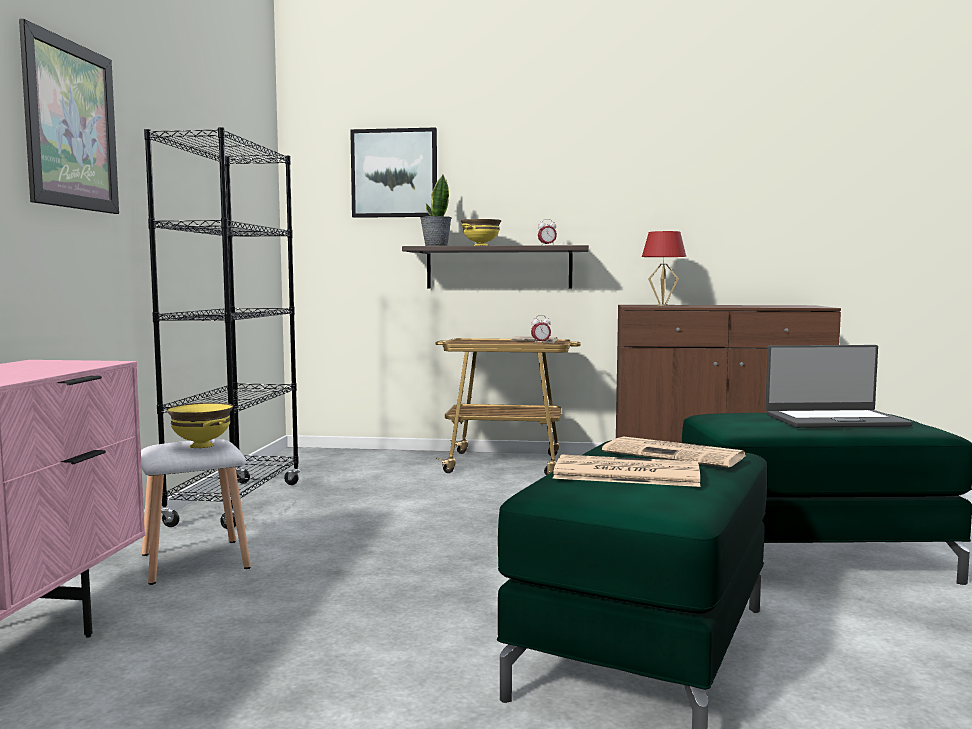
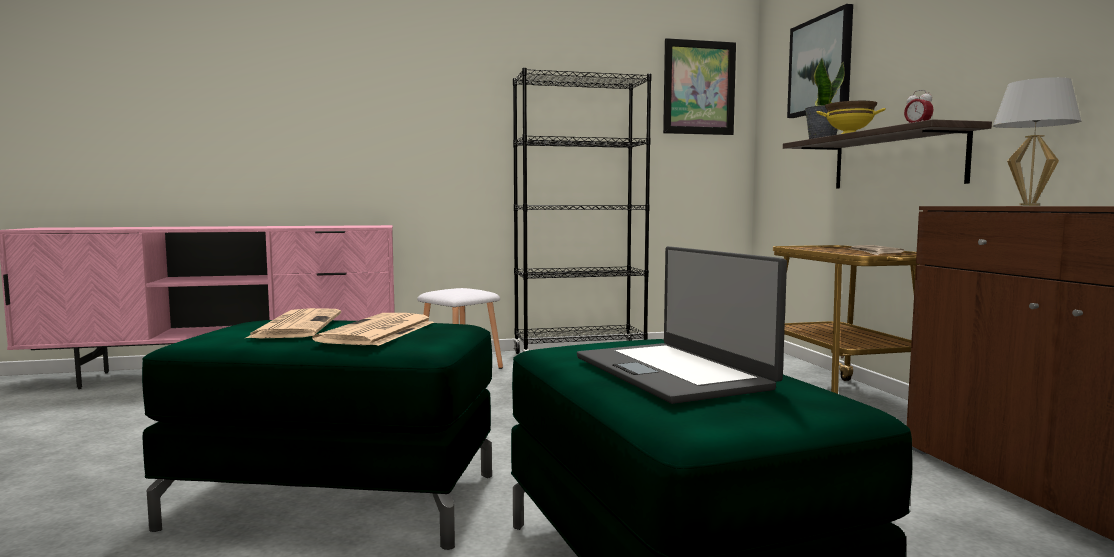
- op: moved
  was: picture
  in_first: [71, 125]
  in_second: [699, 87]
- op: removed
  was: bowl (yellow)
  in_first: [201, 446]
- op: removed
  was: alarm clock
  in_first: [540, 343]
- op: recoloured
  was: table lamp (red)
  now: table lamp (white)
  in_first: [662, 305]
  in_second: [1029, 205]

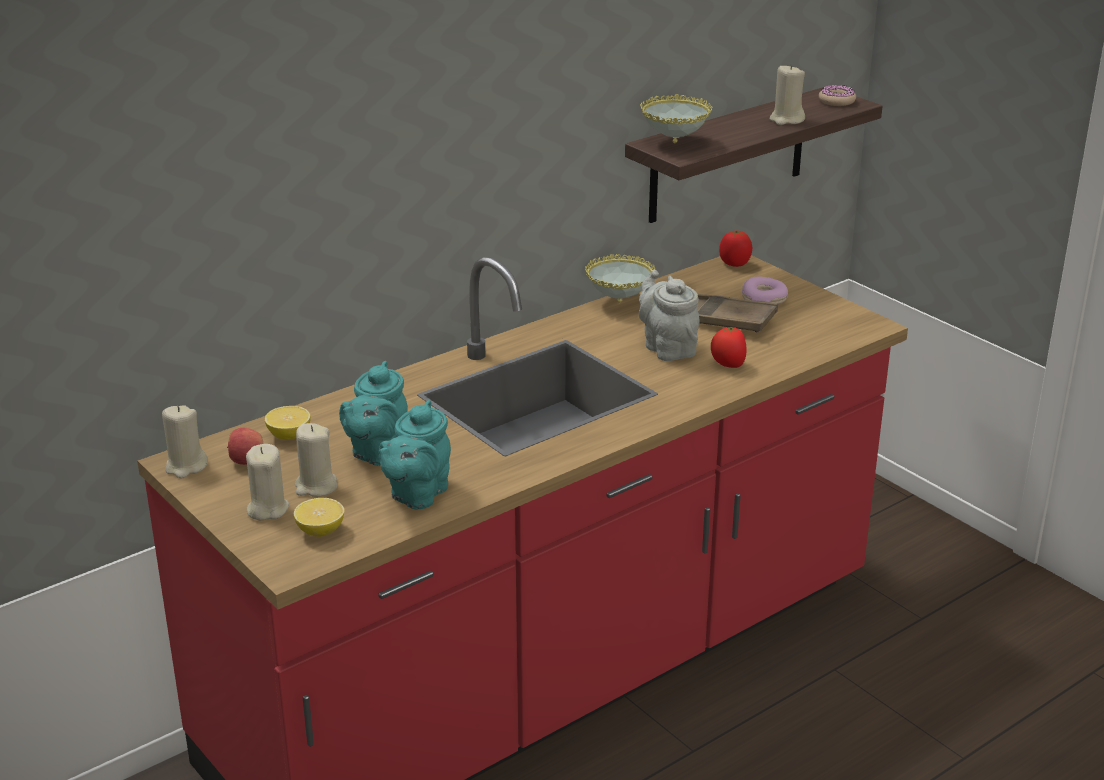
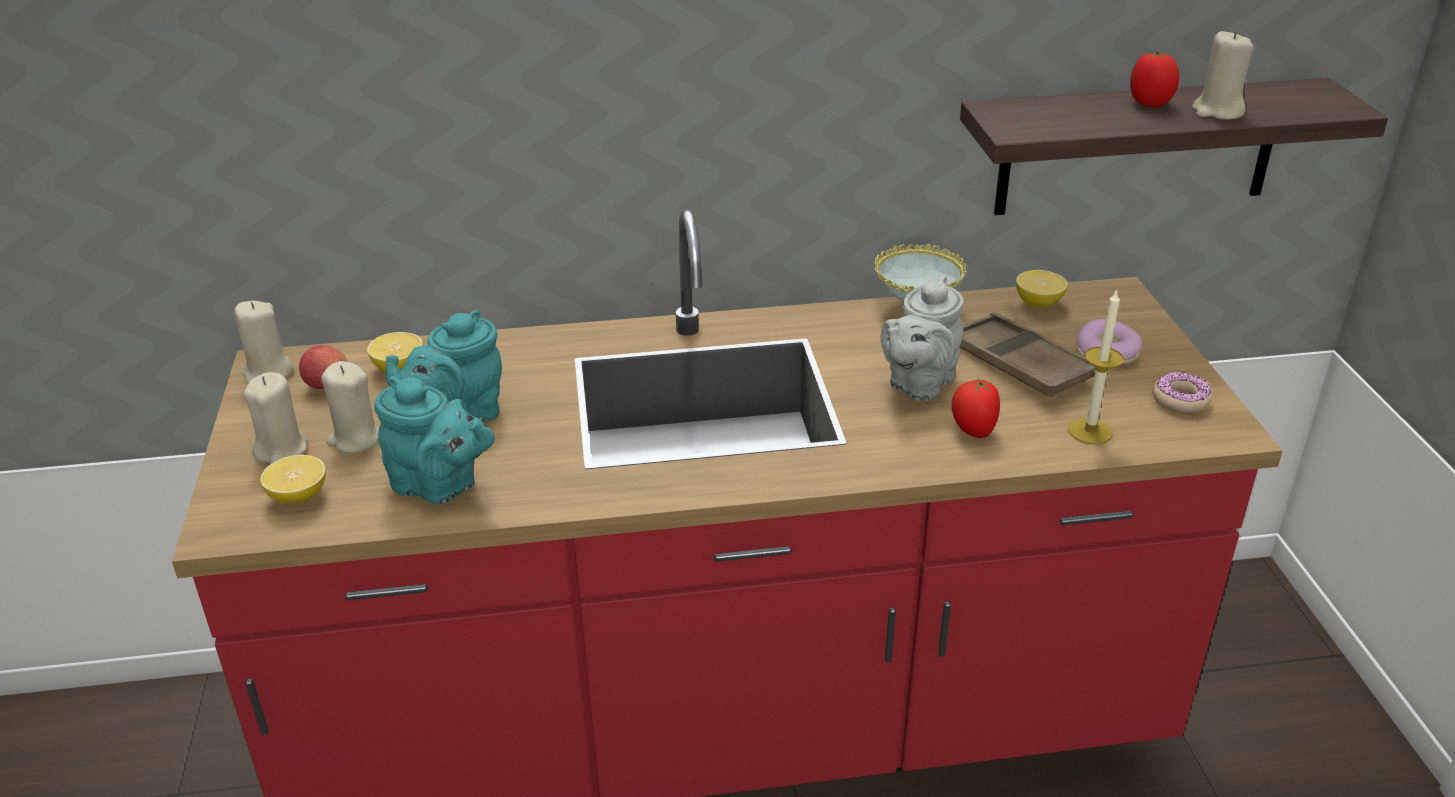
- op: turned
  was: teapot (turquoise)
  in_first: [416, 495]
  in_second: [440, 486]
  clockwise: -120
- op: turned
  was: teapot (grey)
  in_first: [667, 348]
  in_second: [918, 384]
  clockwise: -150
- op: removed
  was: bowl
  in_first: [674, 143]
- op: moved
  was: tomato
  in_first: [734, 264]
  in_second: [1149, 103]
- op: moved
  was: donut
  in_first: [836, 101]
  in_second: [1180, 400]
- op: added
  now: lemon
  in_second: [1038, 303]
- op: added
  now: candle
  in_second: [1090, 431]

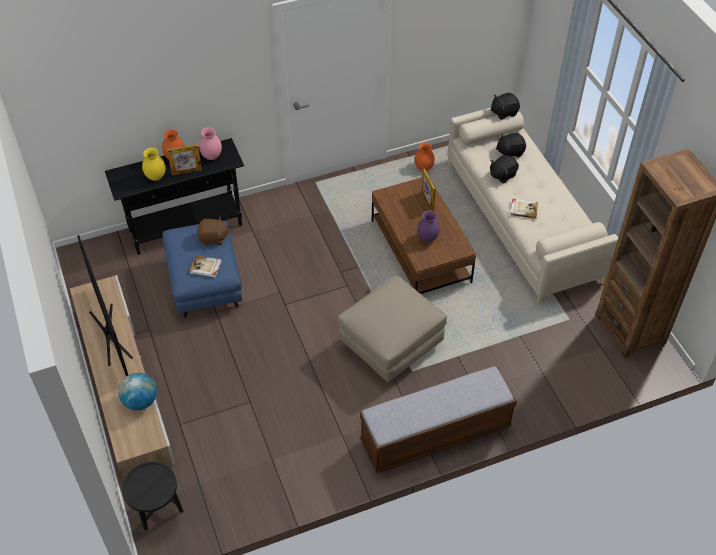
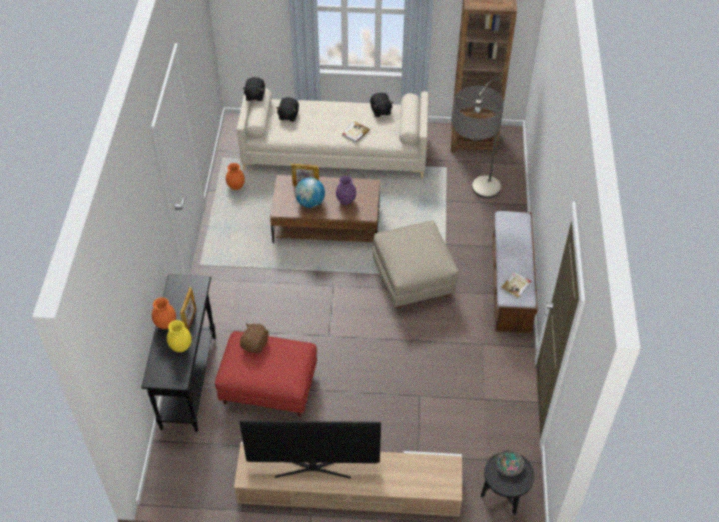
- op: moved
  was: globe
  in_first: [140, 401]
  in_second: [310, 203]
- op: recoloured
  was: ottoman (blue)
  now: ottoman (red)
  in_first: [205, 283]
  in_second: [268, 387]
- op: moved
  was: book
  in_first: [206, 267]
  in_second: [516, 286]
- op: removed
  was: vase (pink)
  in_first: [212, 157]
- op: moved
  was: plush toy (black)
  in_first: [502, 175]
  in_second: [380, 111]
- op: added
  now: floor lamp
  in_second: [471, 210]
- op: added
  now: bowl
  in_second: [509, 464]

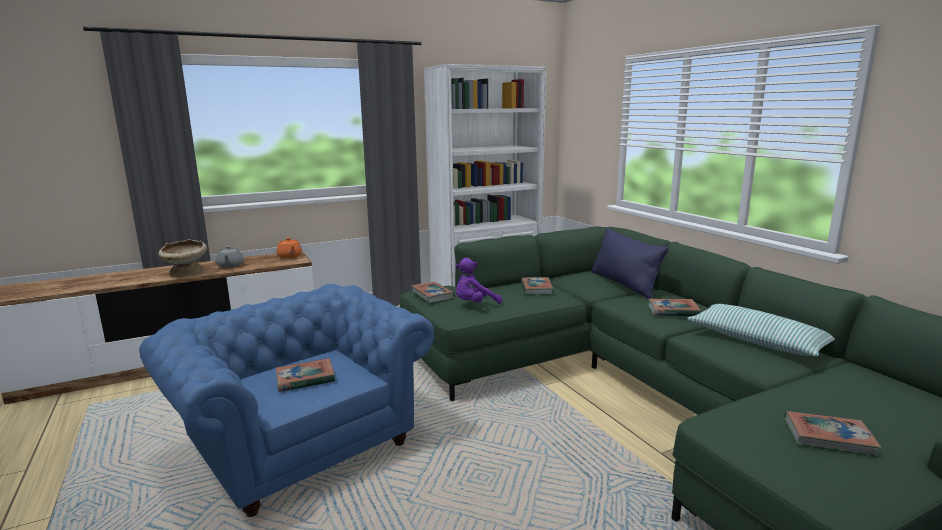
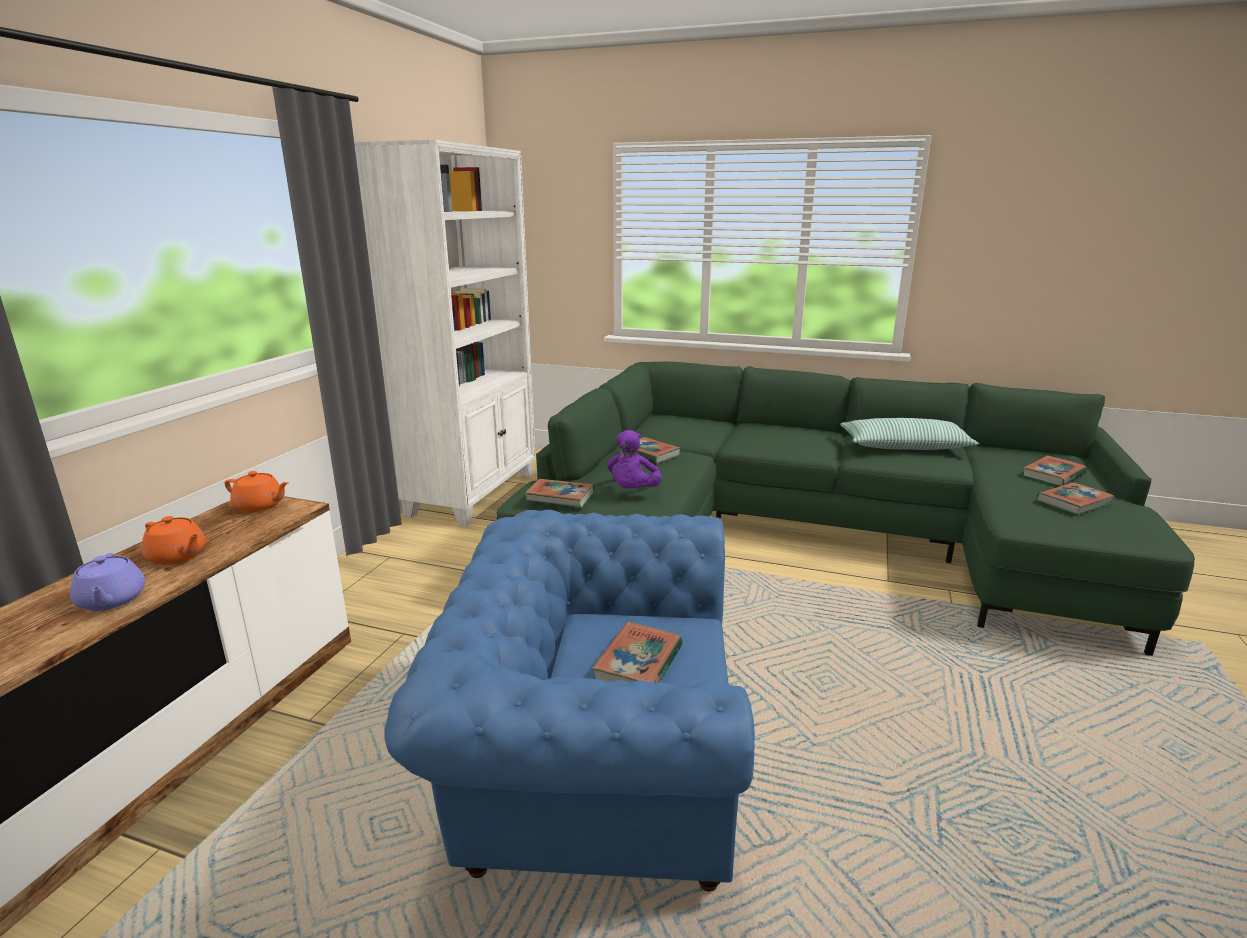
- op: replaced
  was: bowl (beige)
  now: teapot (purple)
  in_first: [187, 273]
  in_second: [111, 601]
- op: recoloured
  was: teapot (grey)
  now: teapot (orange)
  in_first: [230, 266]
  in_second: [178, 557]
- op: removed
  was: pillow (blue)
  in_first: [623, 284]
- op: moved
  was: book
  in_first: [673, 311]
  in_second: [1053, 475]

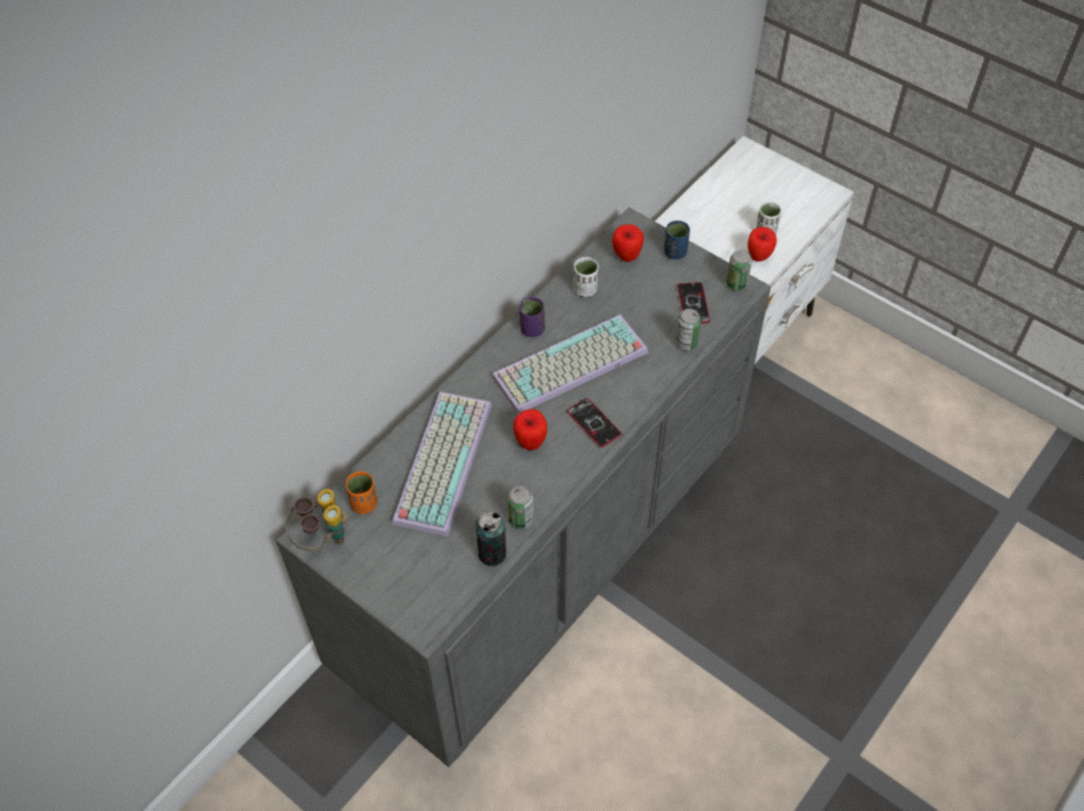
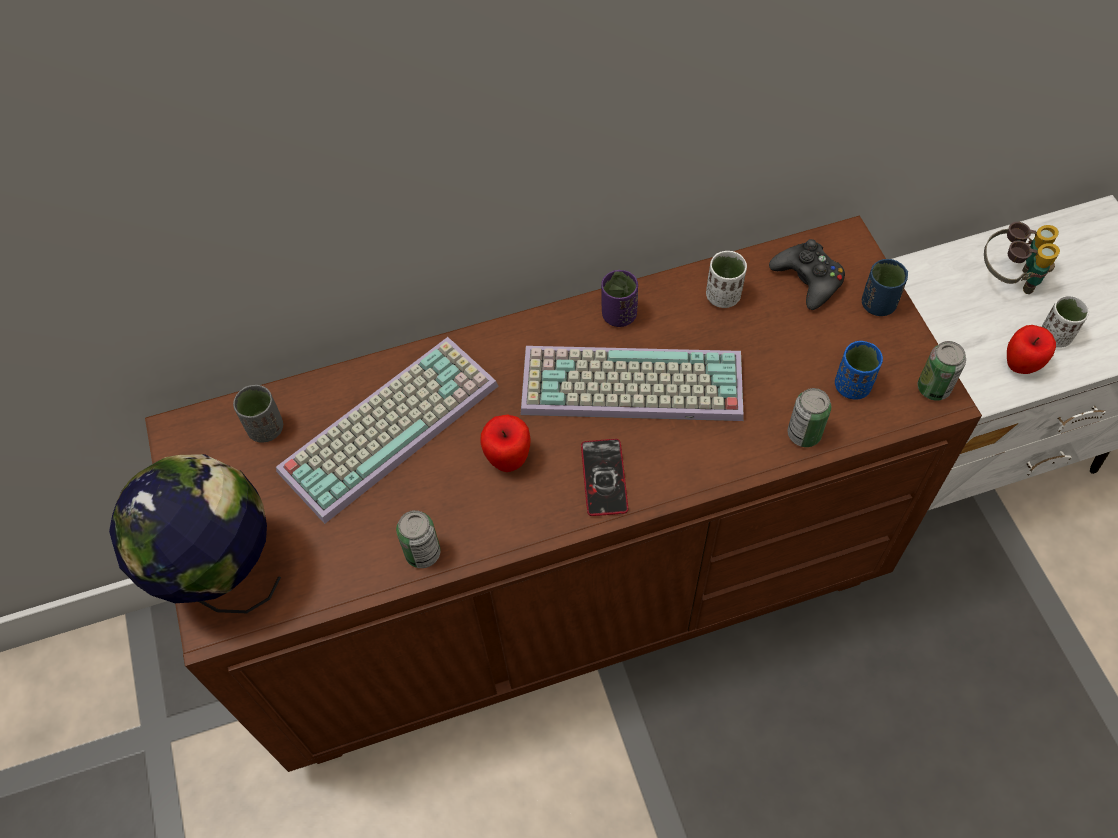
- op: recoloured
  was: dresser (grey)
  now: dresser (brown)
  in_first: [542, 554]
  in_second: [568, 586]
- op: moved
  was: binoculars
  in_first: [322, 538]
  in_second: [1009, 279]
- op: recoloured
  was: cup (orange)
  now: cup (grey)
  in_first: [364, 504]
  in_second: [266, 428]
- op: removed
  was: can
  in_first: [492, 554]
- op: replaced
  was: apple
  now: game controller (black)
  in_first: [626, 257]
  in_second: [808, 279]
- op: replaced
  was: phone
  now: cup (blue)
  in_first: [693, 304]
  in_second: [852, 386]
- op: added
  now: globe
  in_second: [222, 573]

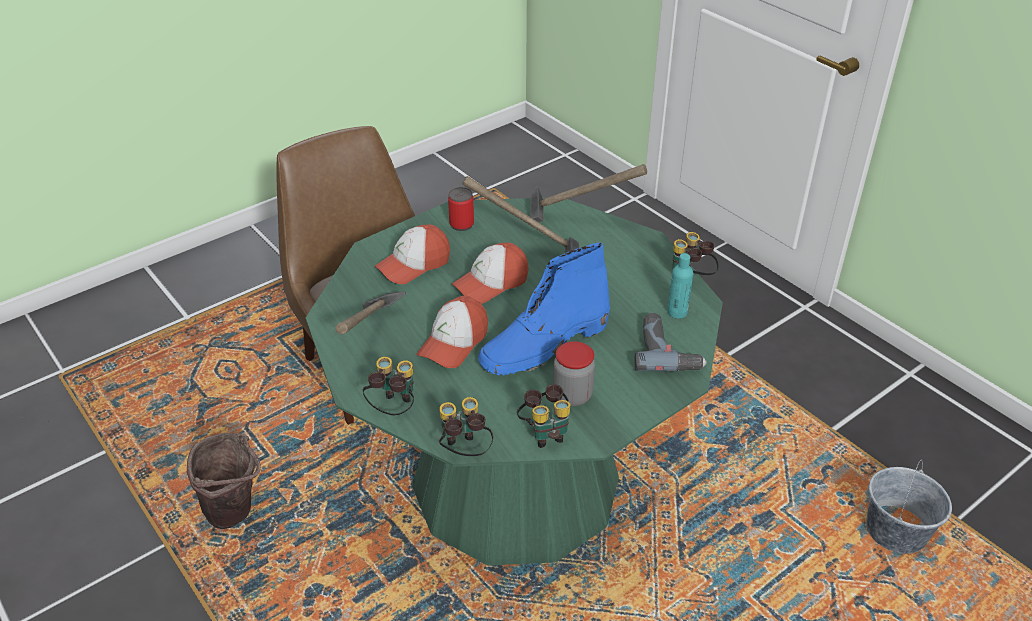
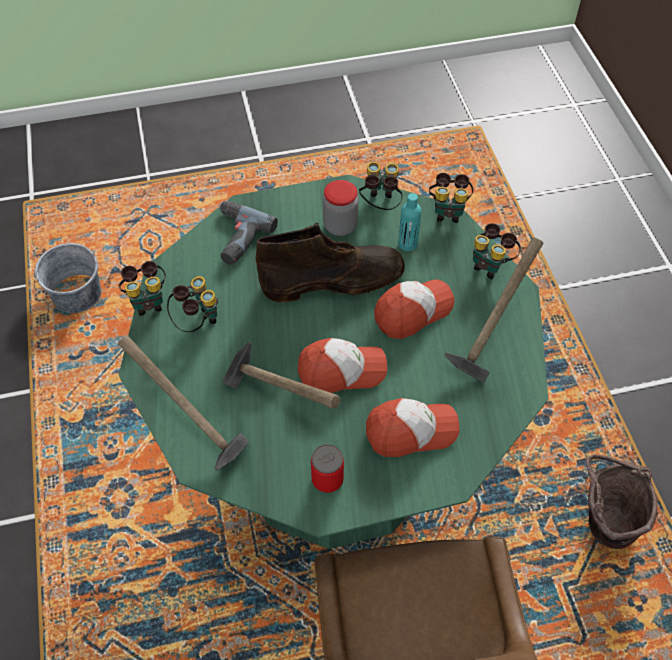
- op: recoloured
  was: boot (blue)
  now: boot (brown)
  in_first: [544, 345]
  in_second: [334, 280]
- op: moved
  was: bottle (turquoise)
  in_first: [677, 312]
  in_second: [407, 244]
- op: added
  now: binoculars
  in_second: [197, 321]

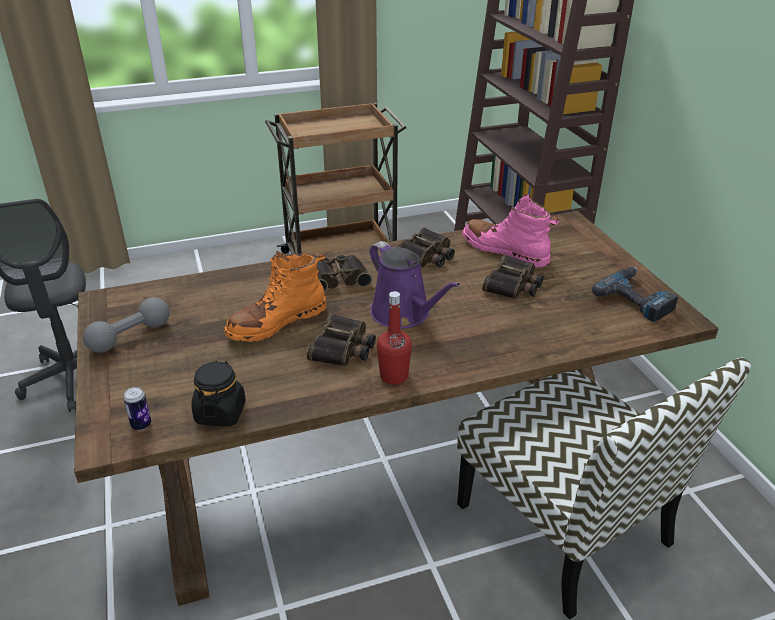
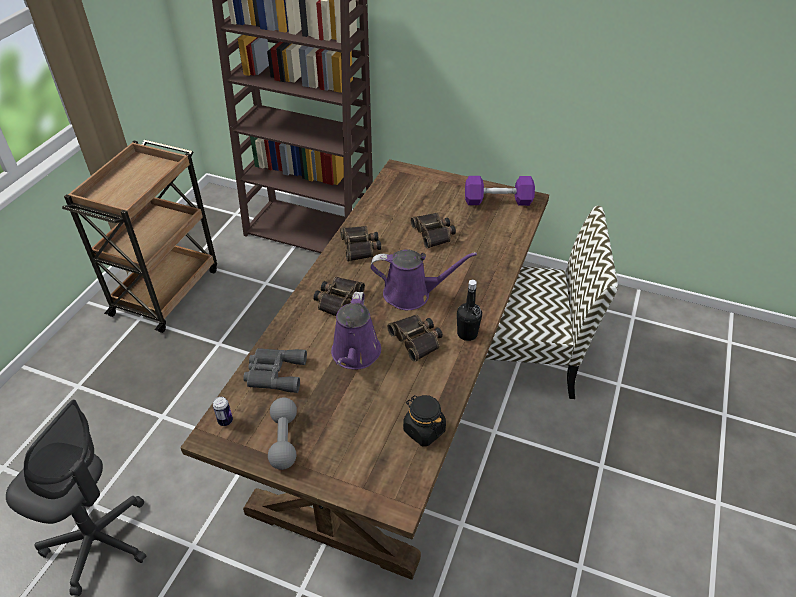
- op: moved
  was: can
  in_first: [141, 425]
  in_second: [225, 421]
- op: replaced
  was: boot (orange)
  now: watering can (purple)
  in_first: [277, 322]
  in_second: [355, 355]
- op: recoloured
  was: bottle (red)
  now: bottle (black)
  in_first: [394, 376]
  in_second: [467, 334]
- op: removed
  was: boot (pink)
  in_first: [505, 251]
- op: replaced
  was: power drill
  now: dumbbell (purple)
  in_first: [637, 298]
  in_second: [498, 201]
- op: added
  now: binoculars (grey)
  in_second: [274, 373]

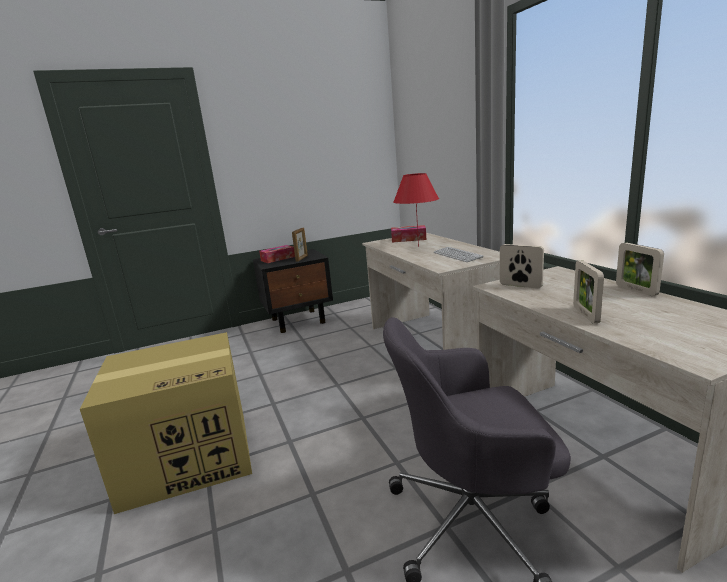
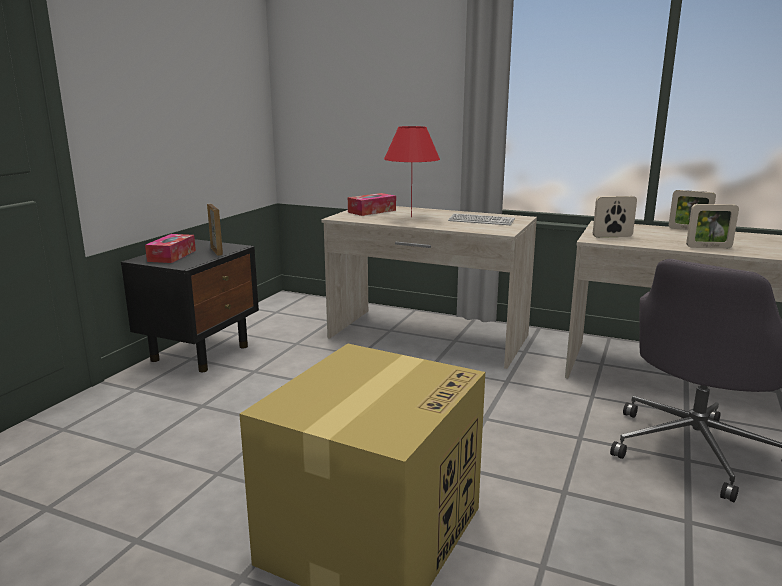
- op: turned
  was: picture frame
  in_first: [585, 315]
  in_second: [708, 247]
  clockwise: -45

